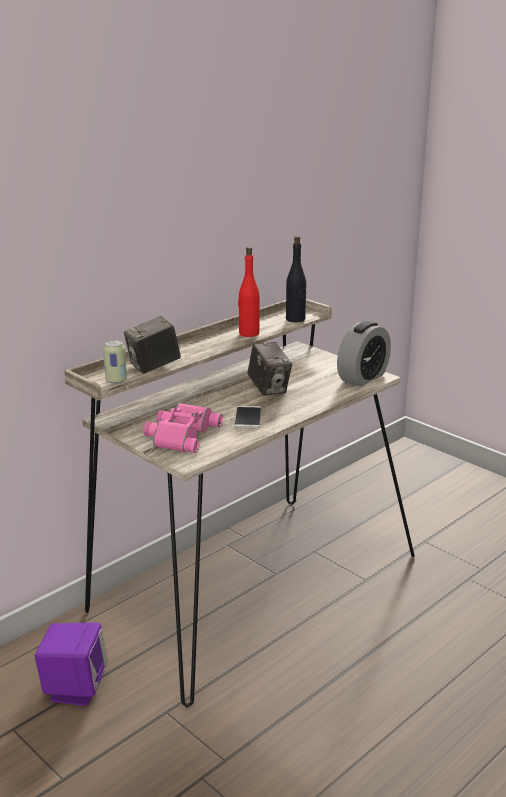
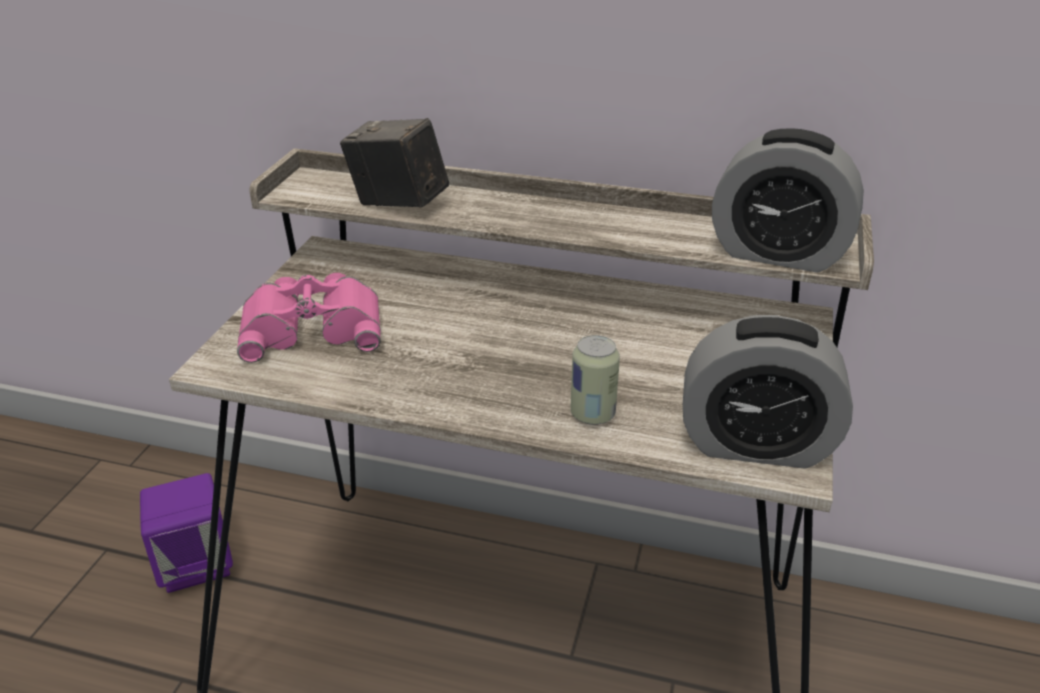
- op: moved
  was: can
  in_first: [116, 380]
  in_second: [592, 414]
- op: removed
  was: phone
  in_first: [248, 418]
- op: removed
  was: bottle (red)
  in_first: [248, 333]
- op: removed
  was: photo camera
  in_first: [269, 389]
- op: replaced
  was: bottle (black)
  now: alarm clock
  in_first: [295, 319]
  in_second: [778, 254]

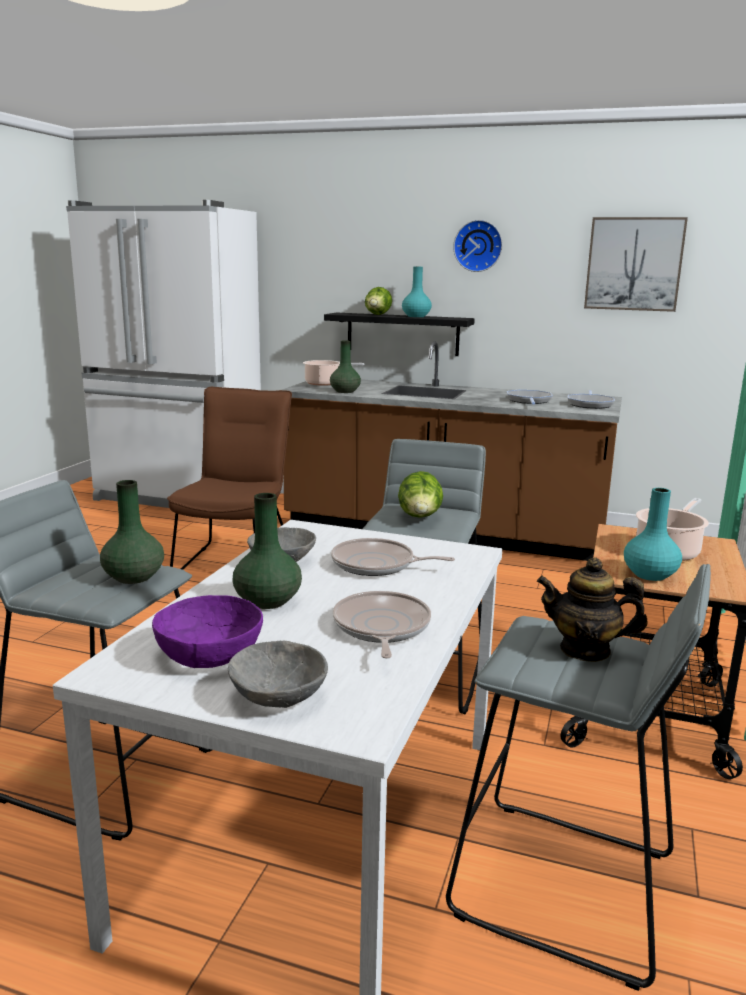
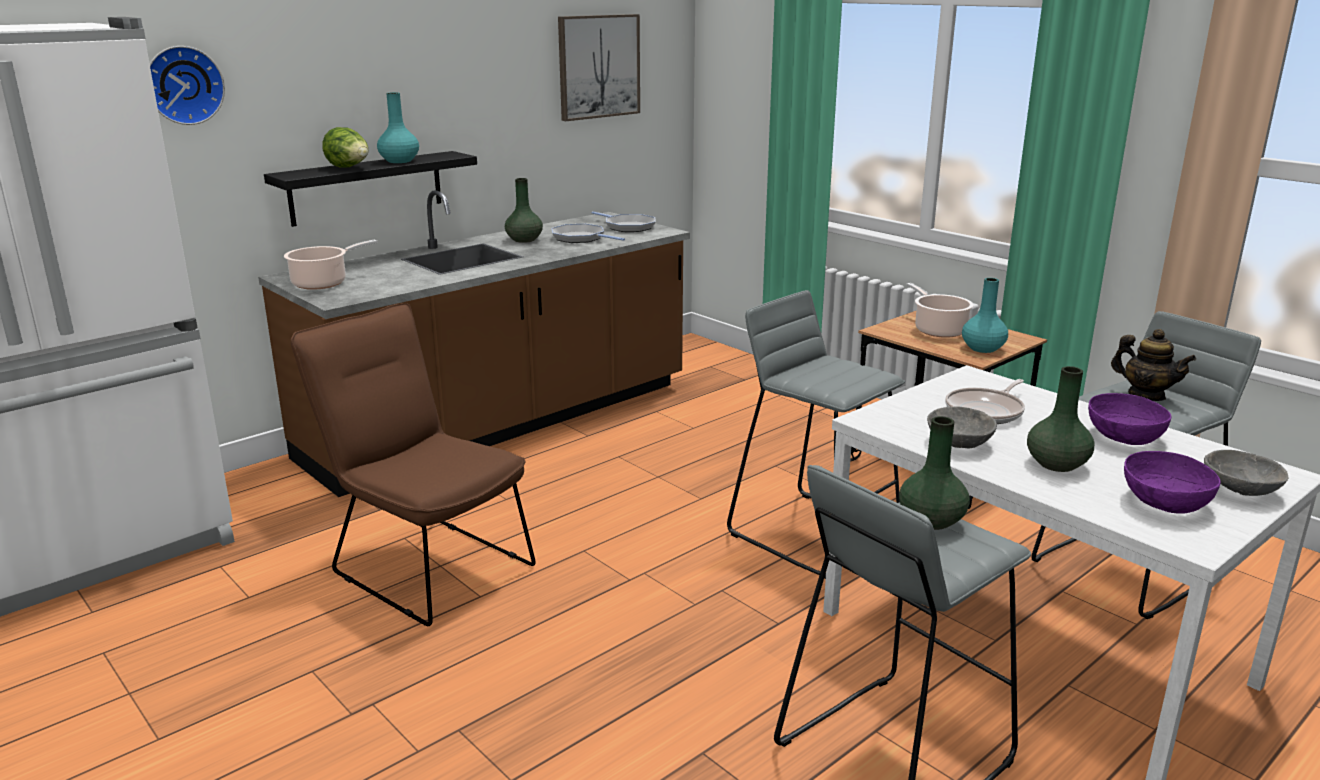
- op: moved
  was: vase (green)
  in_first: [345, 391]
  in_second: [524, 240]
- op: replaced
  was: frying pan
  now: bowl (purple)
  in_first: [381, 628]
  in_second: [1124, 437]
- op: removed
  was: lettuce
  in_first: [420, 518]
- op: moved
  was: wall clock
  in_first: [478, 246]
  in_second: [183, 85]
- op: turned
  was: teapot
  in_first: [585, 650]
  in_second: [1146, 395]
  clockwise: -90

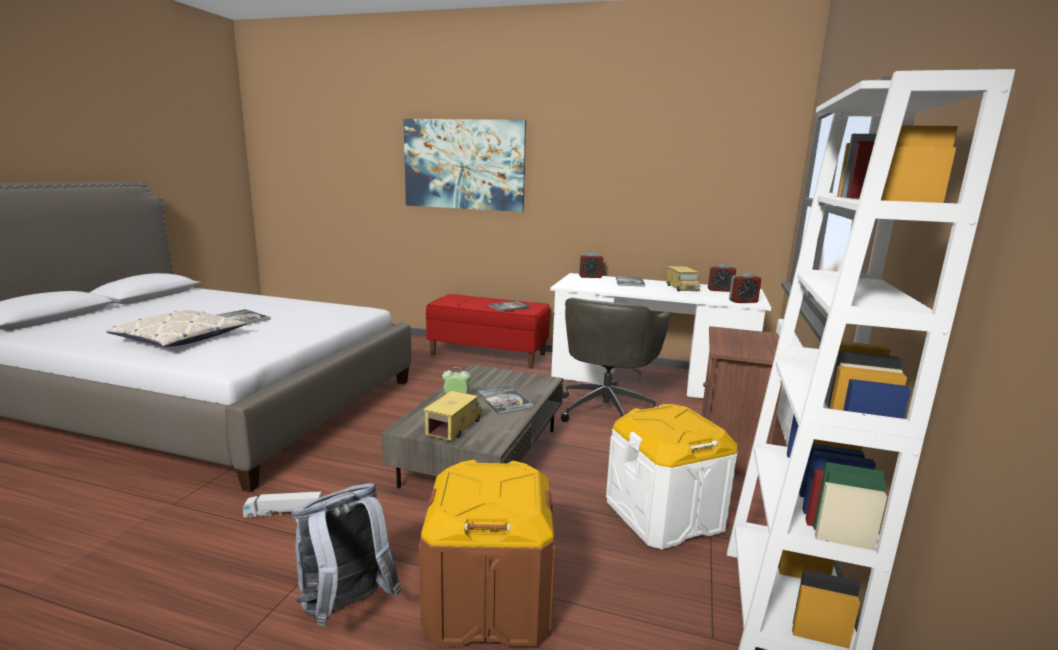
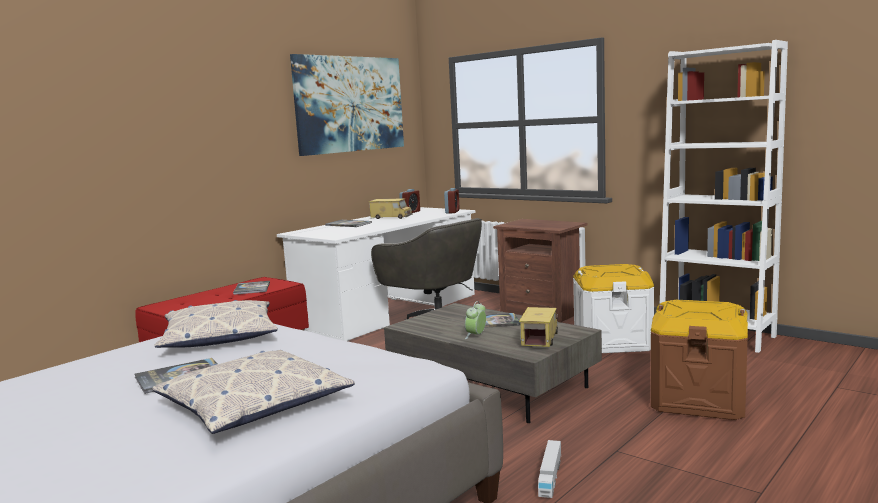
- op: removed
  was: backpack (grey)
  in_first: [346, 608]
- op: moved
  was: picture
  in_first: [463, 164]
  in_second: [350, 104]
- op: turned
  was: toy truck
  in_first: [454, 427]
  in_second: [539, 339]
  clockwise: 60
- op: removed
  was: alarm clock
  in_first: [590, 277]
- op: added
  now: pillow
  in_second: [219, 336]

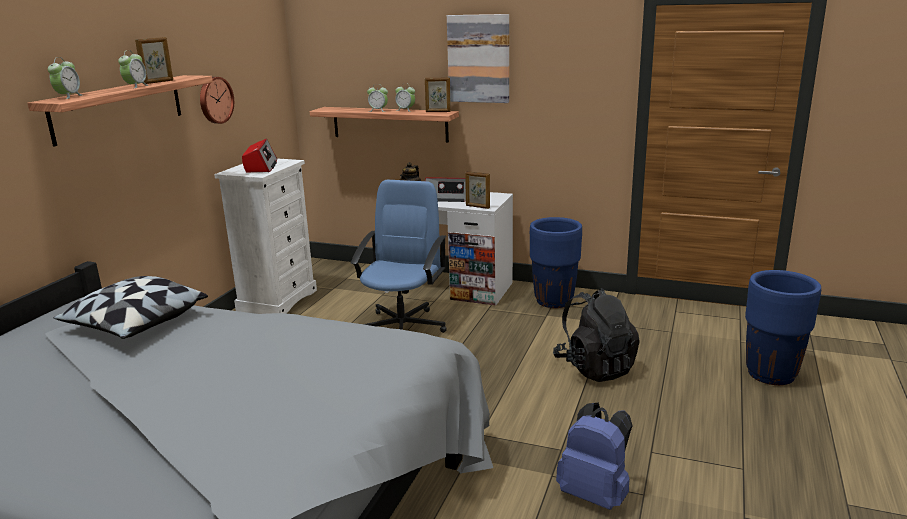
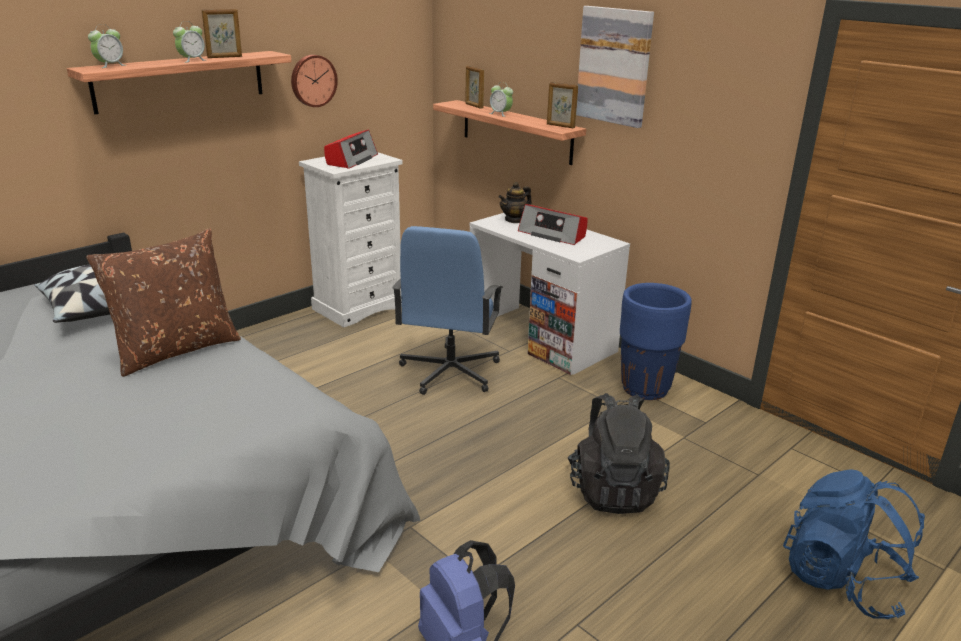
- op: turned
  was: office chair (blue)
  in_first: [403, 327]
  in_second: [449, 372]
  clockwise: 150
- op: removed
  was: alarm clock
  in_first: [405, 110]
- op: moved
  was: picture frame
  in_first: [477, 207]
  in_second: [474, 106]
- op: replaced
  was: planter (blue)
  now: backpack (blue)
  in_first: [771, 374]
  in_second: [842, 581]
- op: added
  now: pillow (brown)
  in_second: [176, 349]

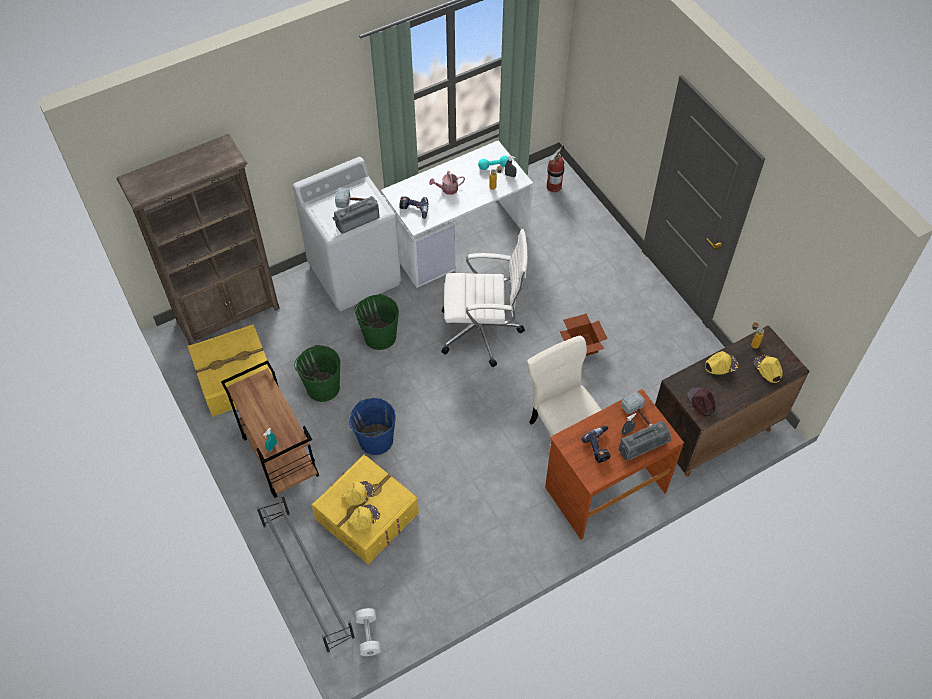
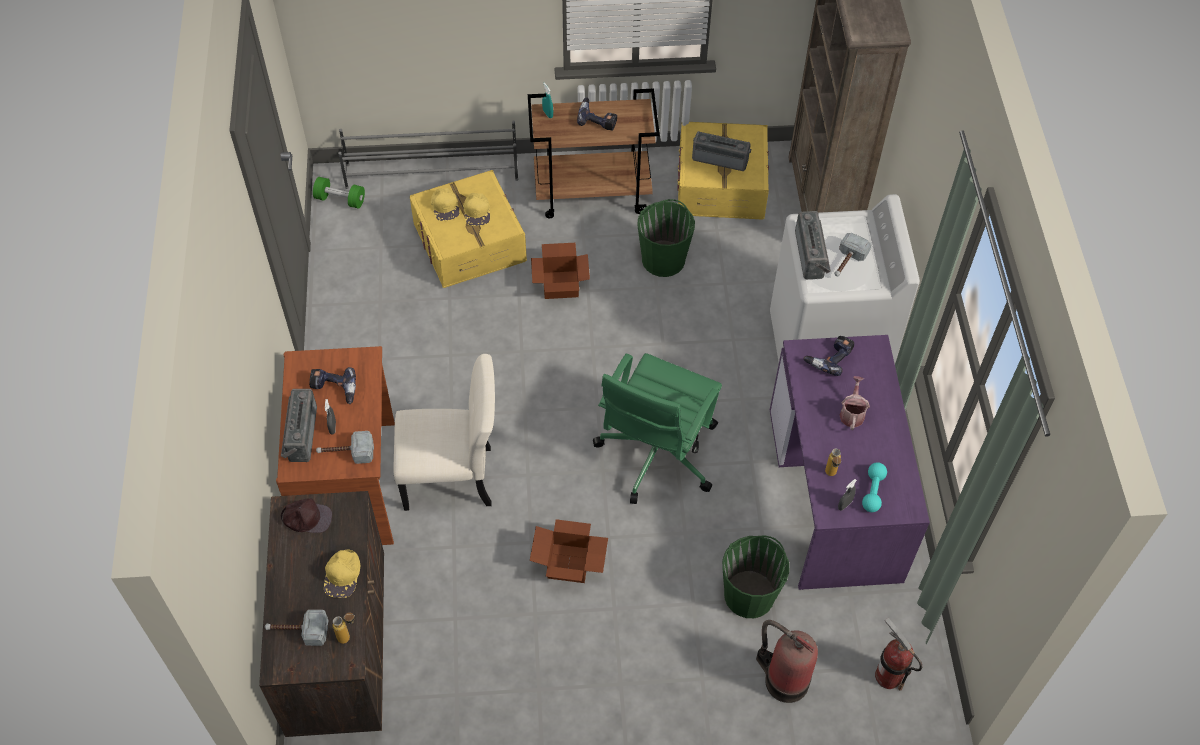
- op: replaced
  was: bucket (blue)
  now: cardboard box
  in_first: [375, 440]
  in_second: [561, 284]
- op: moved
  was: bucket (green)
  in_first: [379, 336]
  in_second: [749, 594]
- op: recoloured
  was: dumbbell (white)
  now: dumbbell (green)
  in_first: [368, 635]
  in_second: [340, 199]
- op: recoloured
  was: desk (white)
  now: desk (purple)
  in_first: [458, 239]
  in_second: [835, 494]
- op: recoloured
  was: office chair (white)
  now: office chair (green)
  in_first: [482, 332]
  in_second: [656, 455]
- op: replaced
  was: cap (yellow)
  now: hammer
  in_first: [768, 369]
  in_second: [297, 631]
- op: added
  now: power drill
  in_second: [597, 118]
- op: added
  now: radio
  in_second: [720, 158]
- op: added
  now: fire extinguisher
  in_second: [783, 679]

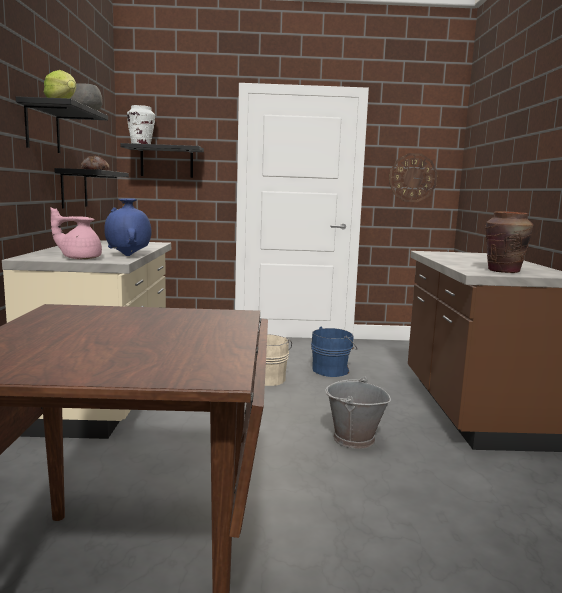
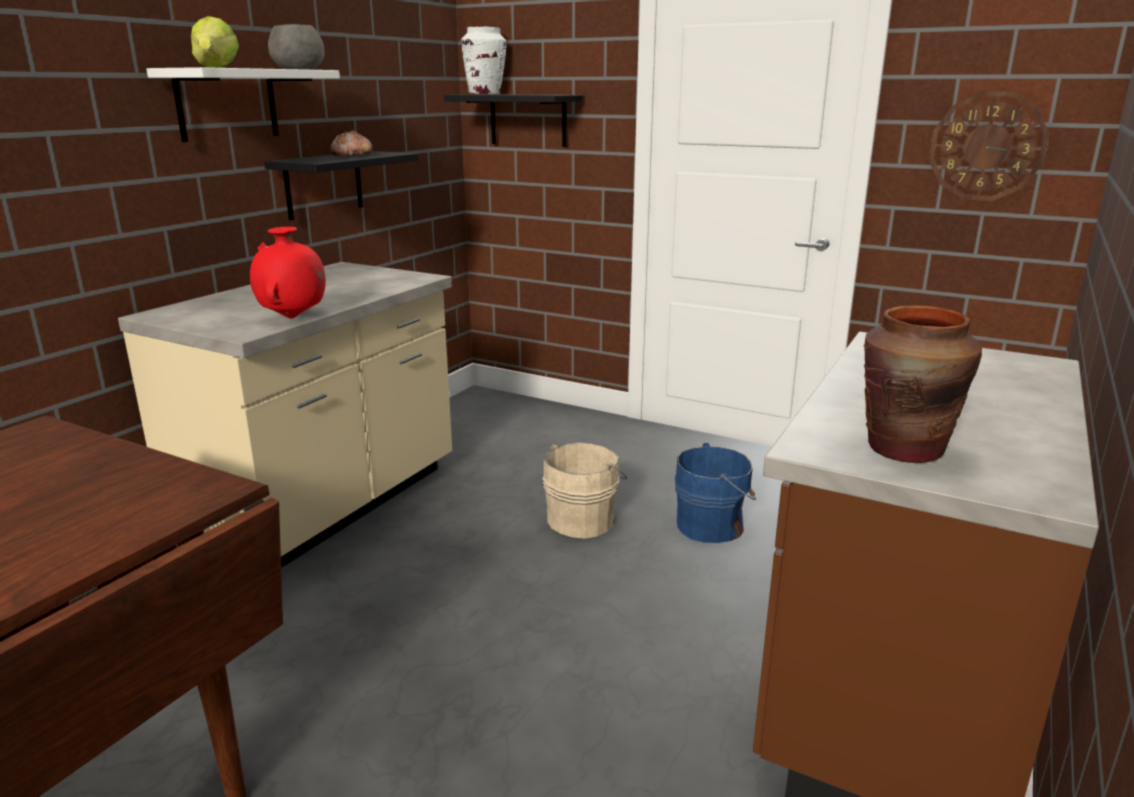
- op: recoloured
  was: shelf (black)
  now: shelf (white)
  in_first: [42, 128]
  in_second: [227, 104]
- op: removed
  was: teapot (pink)
  in_first: [80, 258]
- op: recoloured
  was: vase (blue)
  now: vase (red)
  in_first: [128, 255]
  in_second: [293, 317]
- op: removed
  was: bucket (grey)
  in_first: [353, 439]

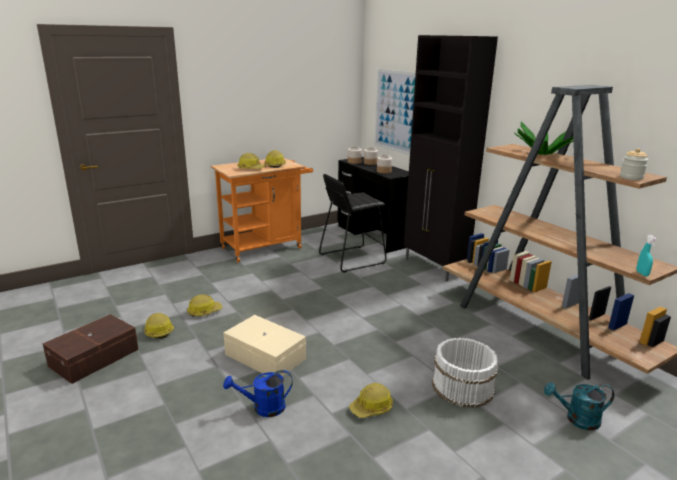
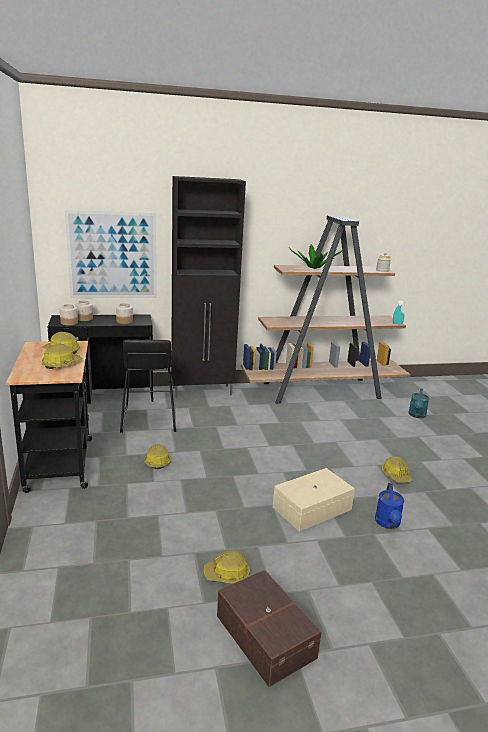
- op: moved
  was: hard hat
  in_first: [204, 311]
  in_second: [157, 461]
- op: recoloured
  was: cart (orange)
  now: cart (black)
  in_first: [266, 247]
  in_second: [60, 460]
- op: removed
  was: bucket (white)
  in_first: [461, 387]

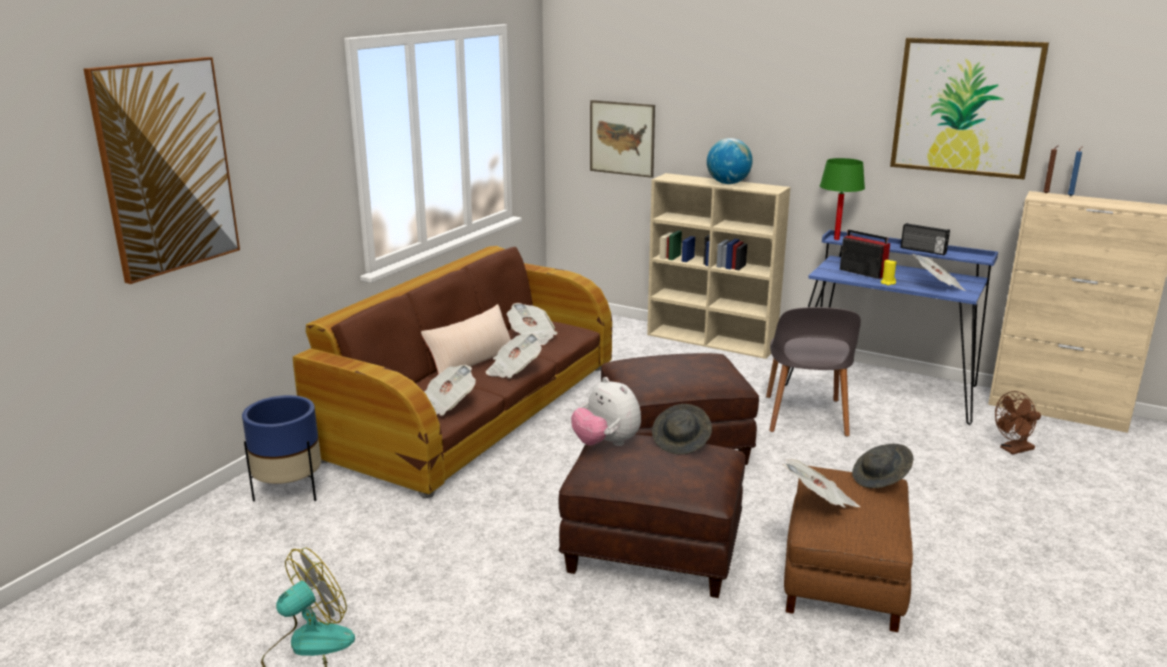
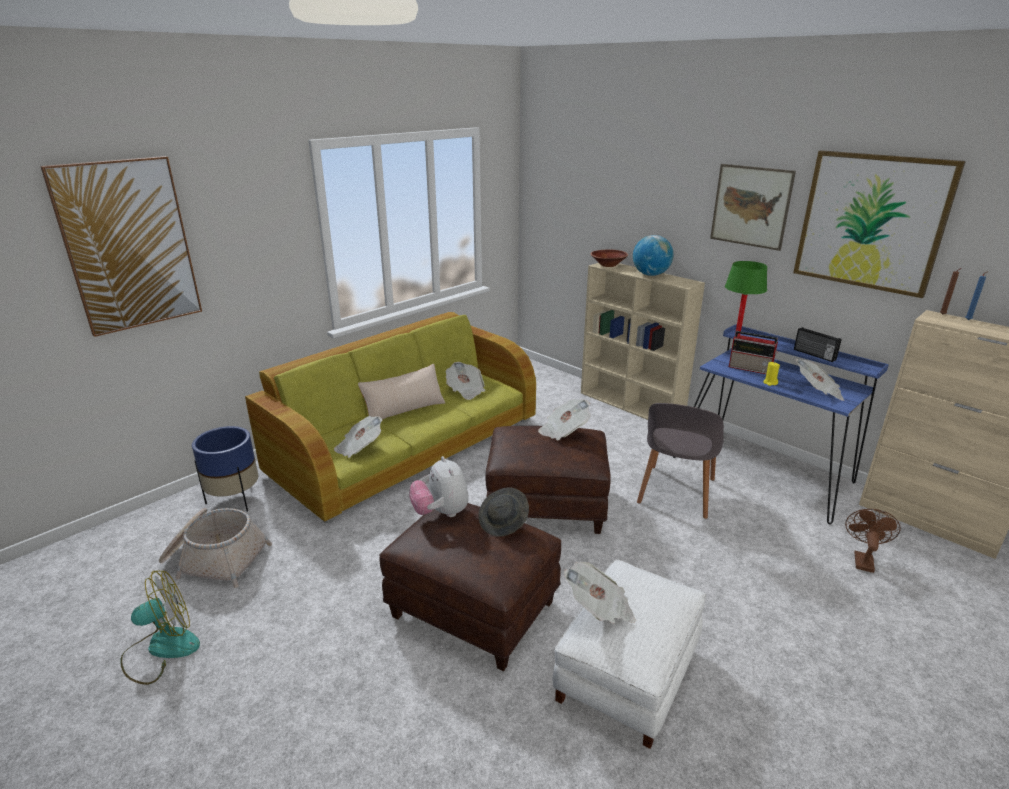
- op: recoloured
  was: sofa (brown)
  now: sofa (green)
  in_first: [473, 409]
  in_second: [407, 445]
- op: moved
  was: newspaper
  in_first: [513, 370]
  in_second: [563, 431]
- op: moved
  was: picture
  in_first: [622, 138]
  in_second: [751, 206]
- op: recoloured
  was: ottoman (brown)
  now: ottoman (white)
  in_first: [844, 579]
  in_second: [628, 675]
- op: turned
  was: radio
  in_first: [861, 272]
  in_second: [751, 368]
  clockwise: 150
- op: removed
  was: hat (grey)
  in_first: [880, 479]
- op: turned
  was: fan (brown)
  in_first: [1013, 450]
  in_second: [862, 559]
  clockwise: 120
- op: added
  now: basket
  in_second: [215, 559]
- op: added
  now: bowl (brown)
  in_second: [608, 265]

